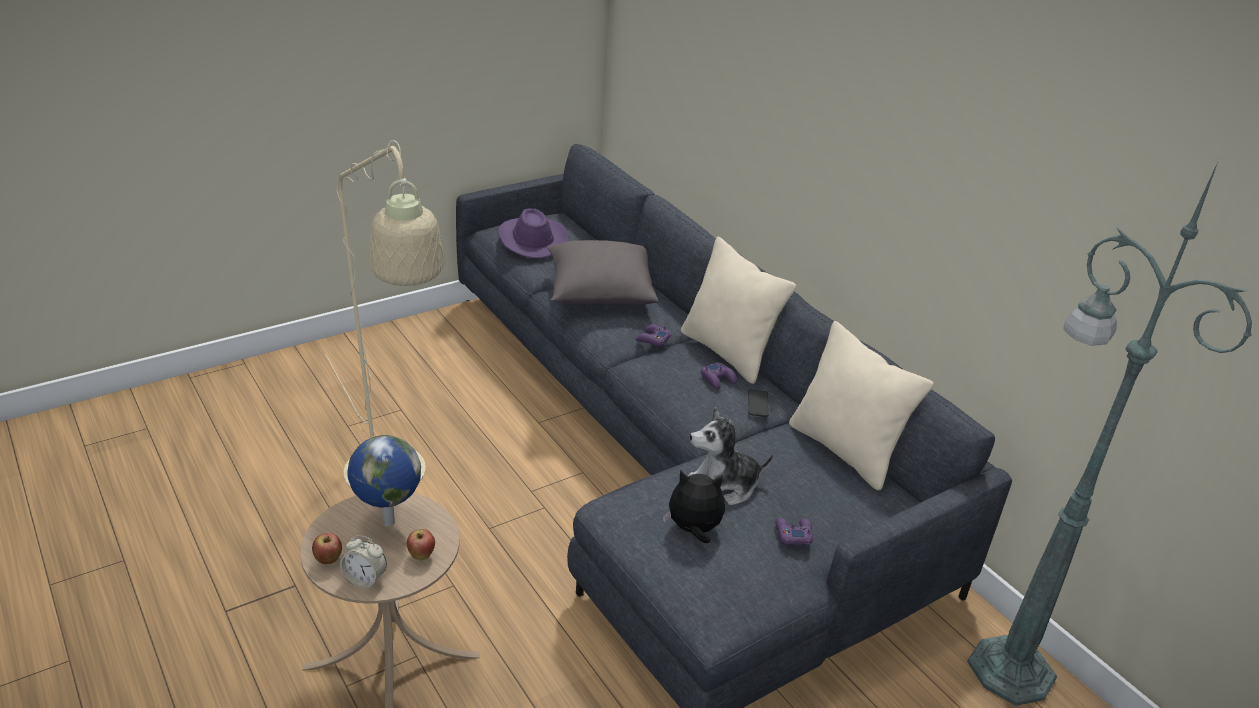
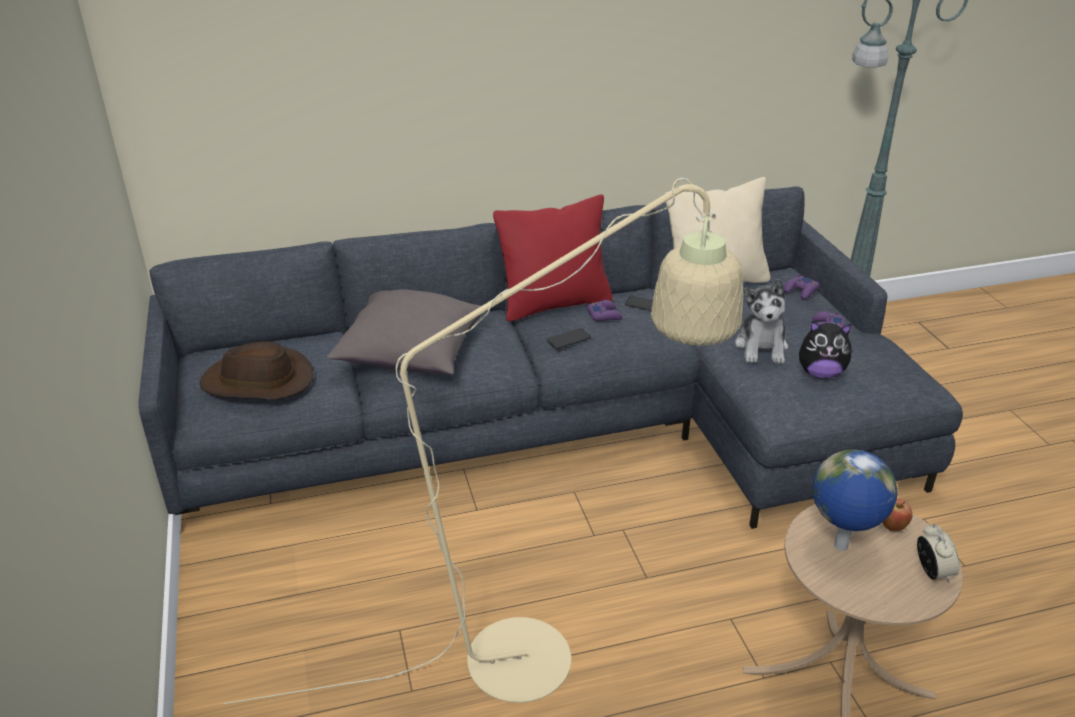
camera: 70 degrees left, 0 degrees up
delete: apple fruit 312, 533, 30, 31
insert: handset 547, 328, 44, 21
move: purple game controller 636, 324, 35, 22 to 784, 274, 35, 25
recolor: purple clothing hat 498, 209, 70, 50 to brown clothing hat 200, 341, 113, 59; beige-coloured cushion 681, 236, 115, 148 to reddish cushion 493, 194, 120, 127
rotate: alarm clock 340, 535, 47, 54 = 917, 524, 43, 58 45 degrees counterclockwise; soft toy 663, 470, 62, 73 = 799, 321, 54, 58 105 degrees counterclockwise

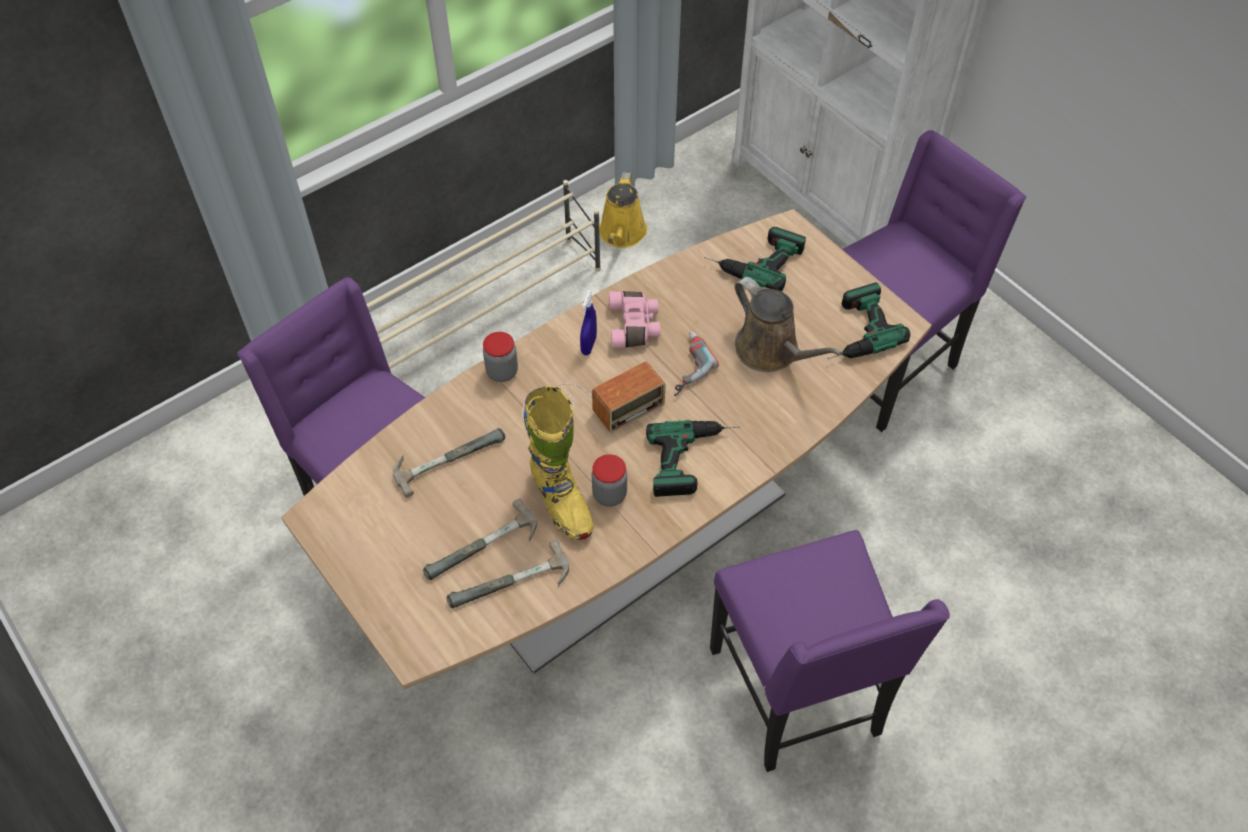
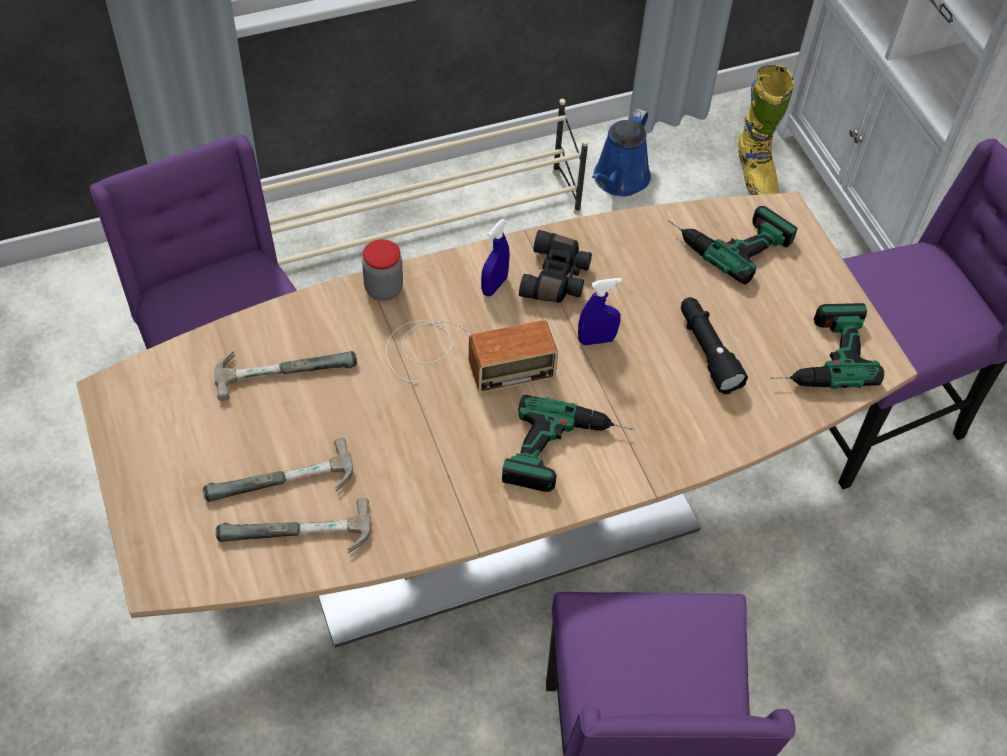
camera: 15 degrees right, 0 degrees up
delete: preserve jar 592, 454, 35, 53
move: yellow-coloured boot 524, 386, 70, 154 to 738, 65, 56, 130
replace: electric drill 674, 331, 45, 65 to blue-coloured hand sprayer 578, 278, 44, 67; brown watering pot 734, 277, 108, 95 to black-coloured flashlight 681, 297, 67, 97
recolor: yellow-coloured watering pot 599, 172, 48, 76 to blue-coloured watering pot 592, 109, 59, 87; pink-coloured field glasses 609, 291, 51, 57 to black-coloured field glasses 519, 230, 73, 72

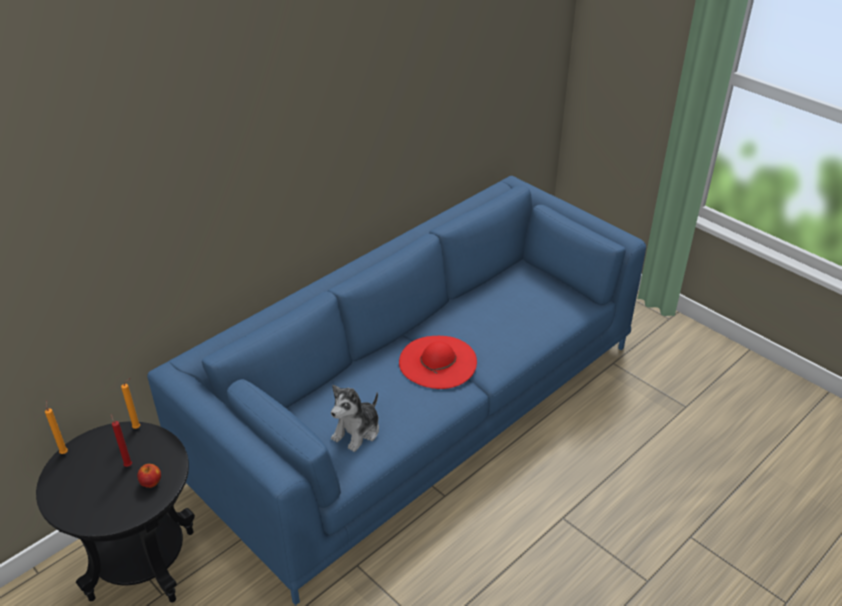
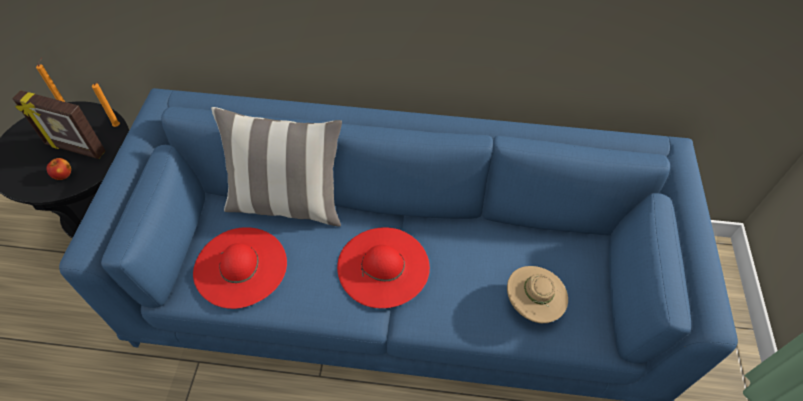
camera: 50 degrees right, 15 degrees up
insert: cushion 211, 107, 131, 119; beige-coloured clothing hat 507, 266, 61, 57
replace: reddish wax light 111, 415, 21, 52 to picture frame 12, 90, 93, 69; soft toy 331, 385, 48, 67 to reddish clothing hat 193, 227, 94, 82

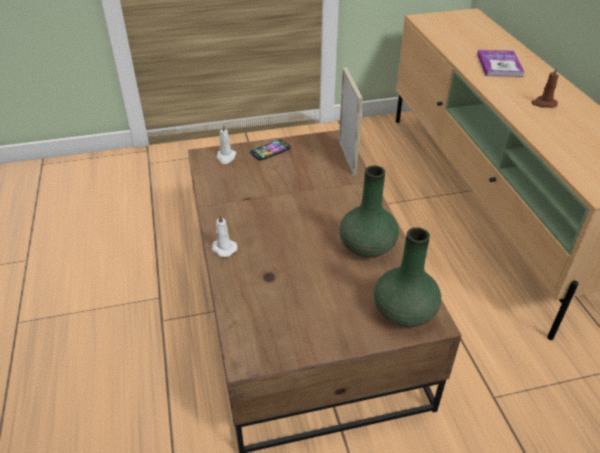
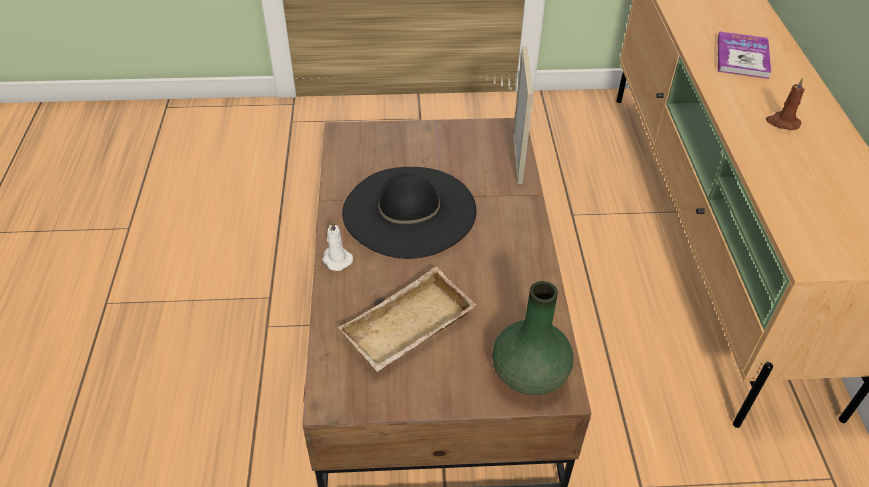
camera: 10 degrees right, 5 degrees up
delete: whitish wax light 217, 124, 20, 40; handset 250, 139, 41, 22; green-coloured decorative vase 339, 166, 60, 92
insert: beige-coloured tray 338, 267, 138, 105; black-coloured clothing hat 342, 167, 135, 92

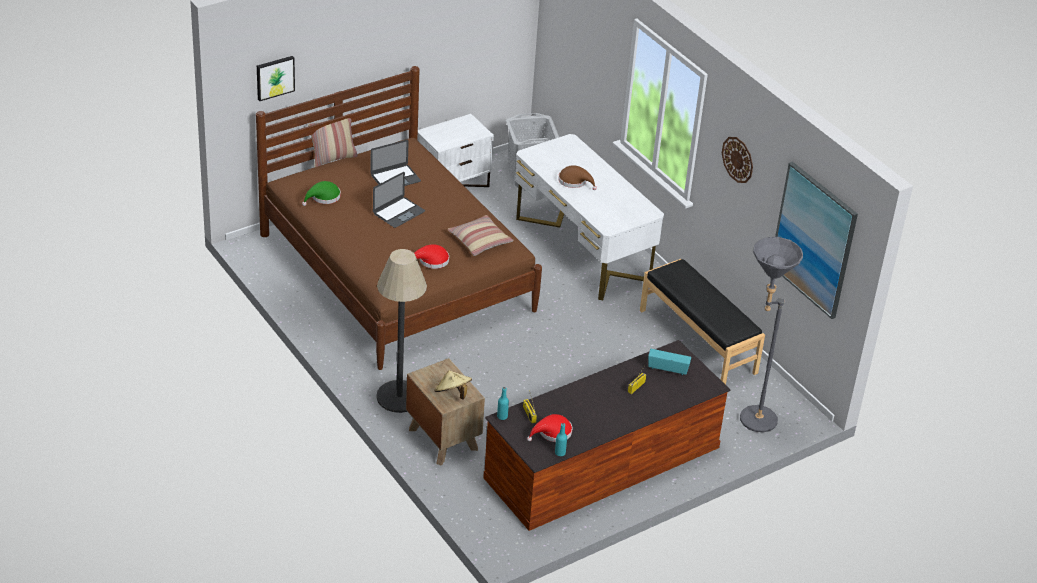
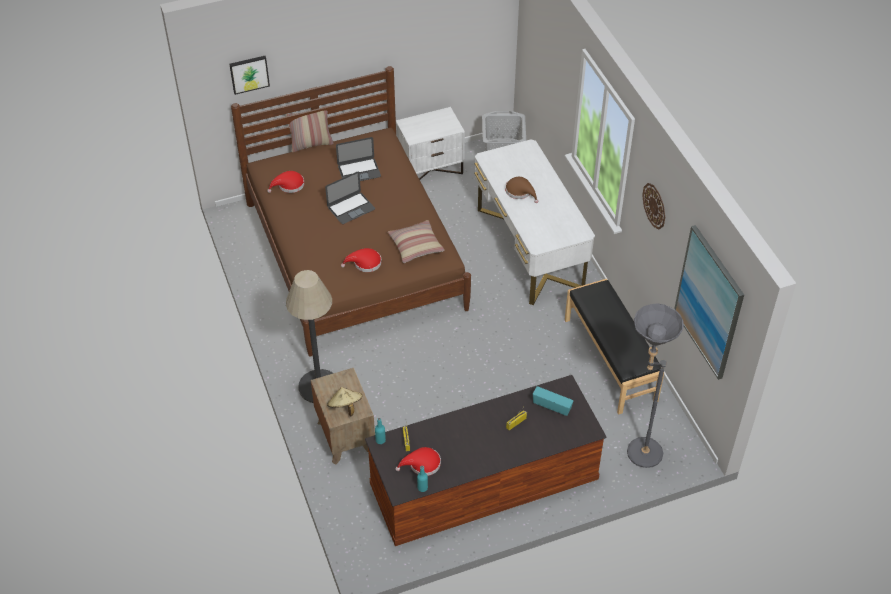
camera: 15 degrees right, 10 degrees up
recolor: green-coloured clothing hat 302, 181, 39, 25 to reddish clothing hat 267, 171, 37, 22

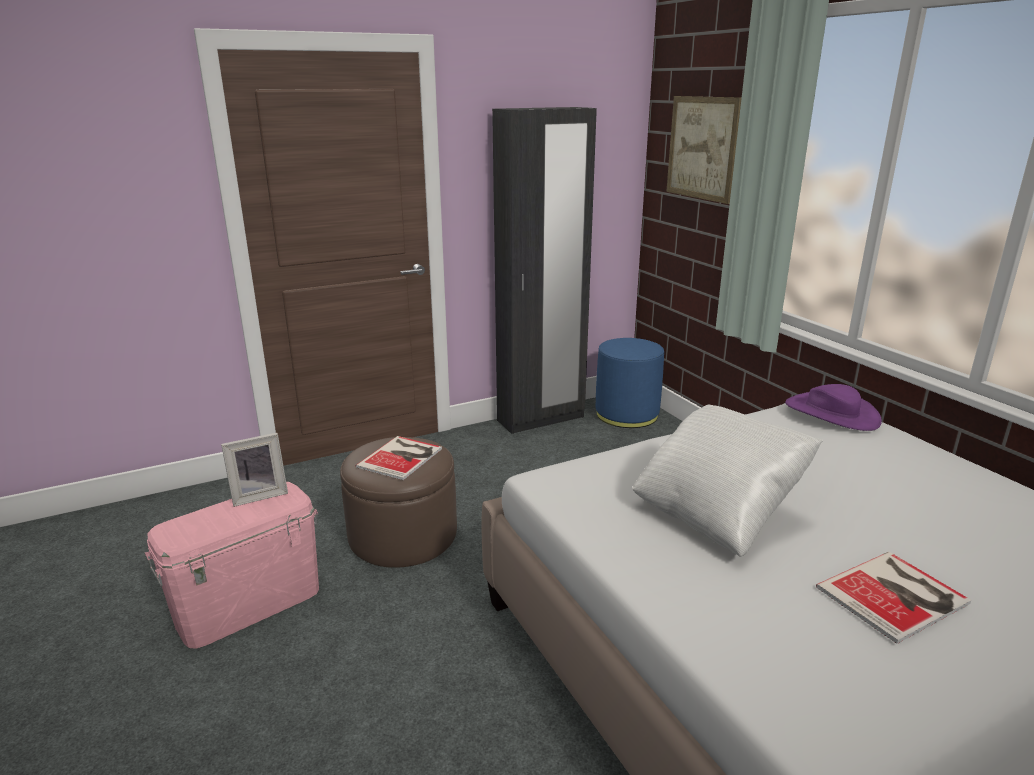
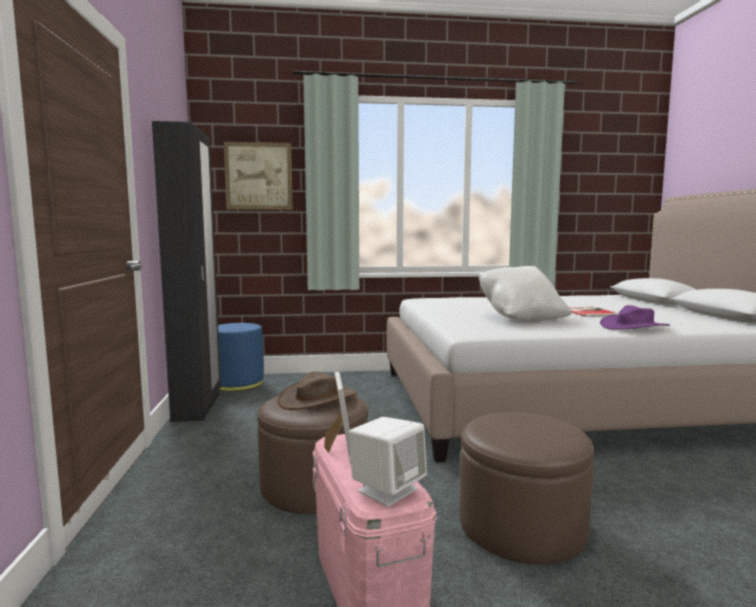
camera: 70 degrees left, 15 degrees down
insert: whitish speaker 349, 417, 78, 90; brown pouffe 459, 412, 135, 153
move: purple clothing hat 785, 384, 97, 47 to 600, 305, 70, 25
replace: book 356, 436, 86, 44 to brown clothing hat 277, 371, 80, 39

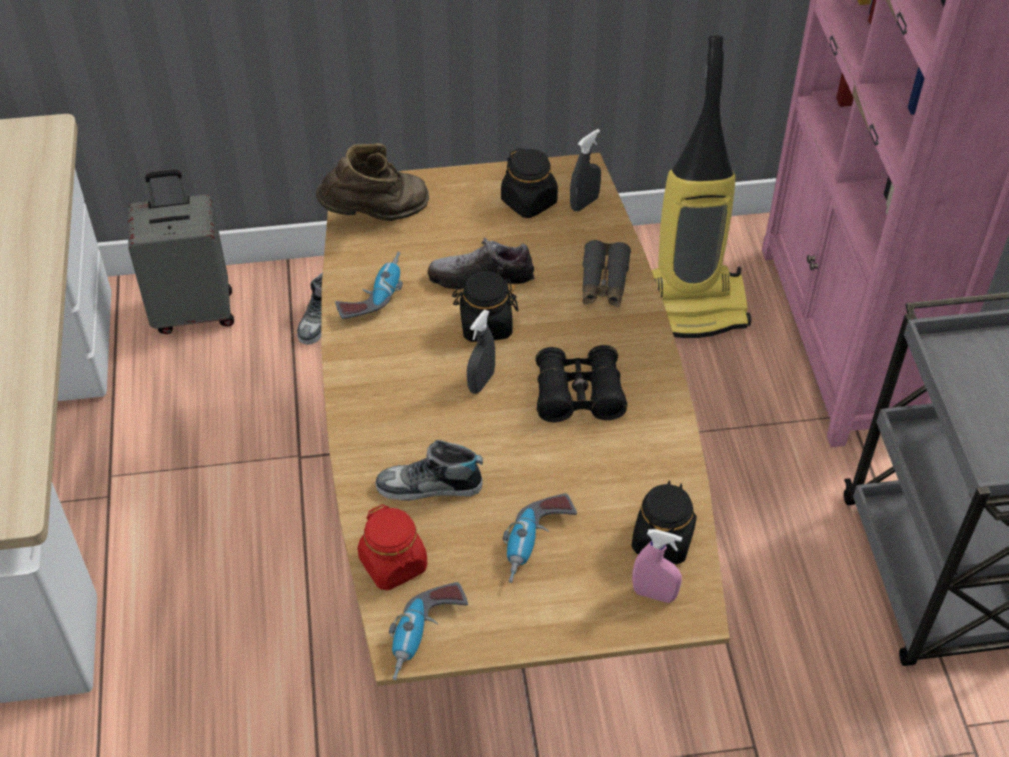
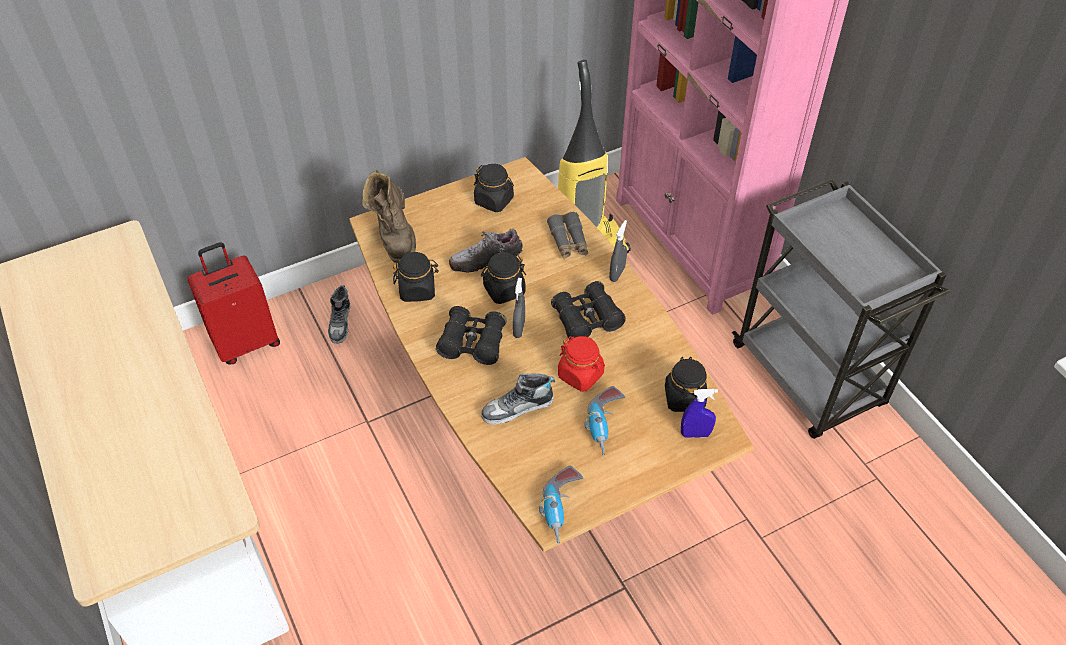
camera: 20 degrees left, 0 degrees up
insert: black-coloured field glasses 436, 306, 71, 59
move: reddish preserve jar 358, 504, 69, 86 to 558, 336, 47, 56; grey hand sprayer 570, 129, 31, 82 to 609, 220, 18, 62
replace: electric drill 335, 252, 68, 67 to black-coloured preserve jar 393, 252, 46, 50
recolor: grey travel case 128, 170, 106, 164 to reddish travel case 187, 242, 93, 122; pink-coloured hand sprayer 632, 529, 50, 74 to blue-coloured hand sprayer 681, 389, 37, 49
rotate: brown boot 316, 143, 113, 78 = 362, 170, 54, 93 120 degrees clockwise

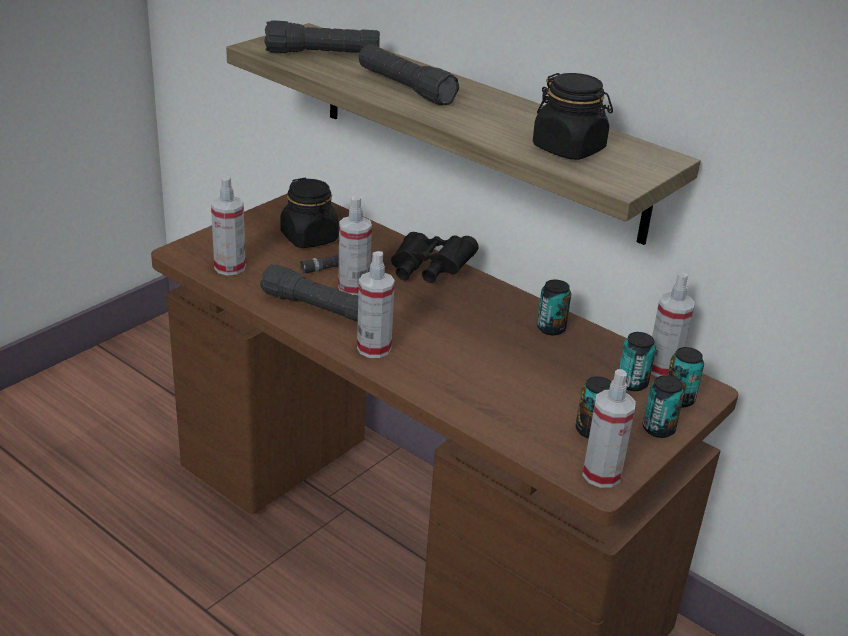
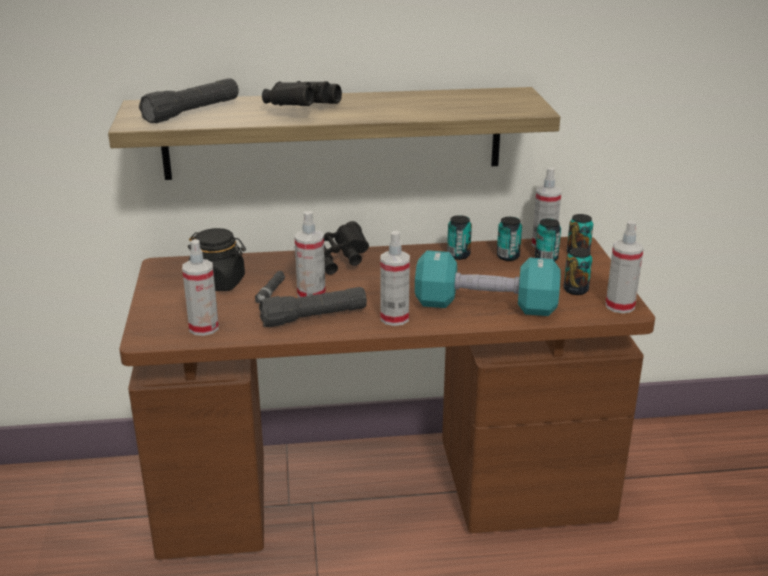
camera: 45 degrees left, 5 degrees down
delete: black-coloured preserve jar 533, 73, 80, 87
insert: blue-green dumbbell 415, 250, 146, 66
move: can 643, 375, 41, 63 to 497, 217, 25, 44
replace: black-coloured flashlight 359, 44, 100, 62 to black-coloured field glasses 262, 81, 80, 25

